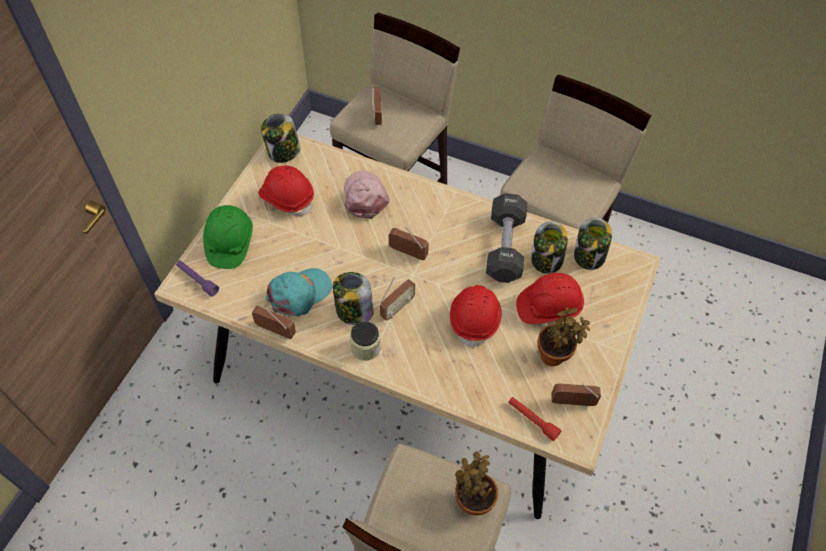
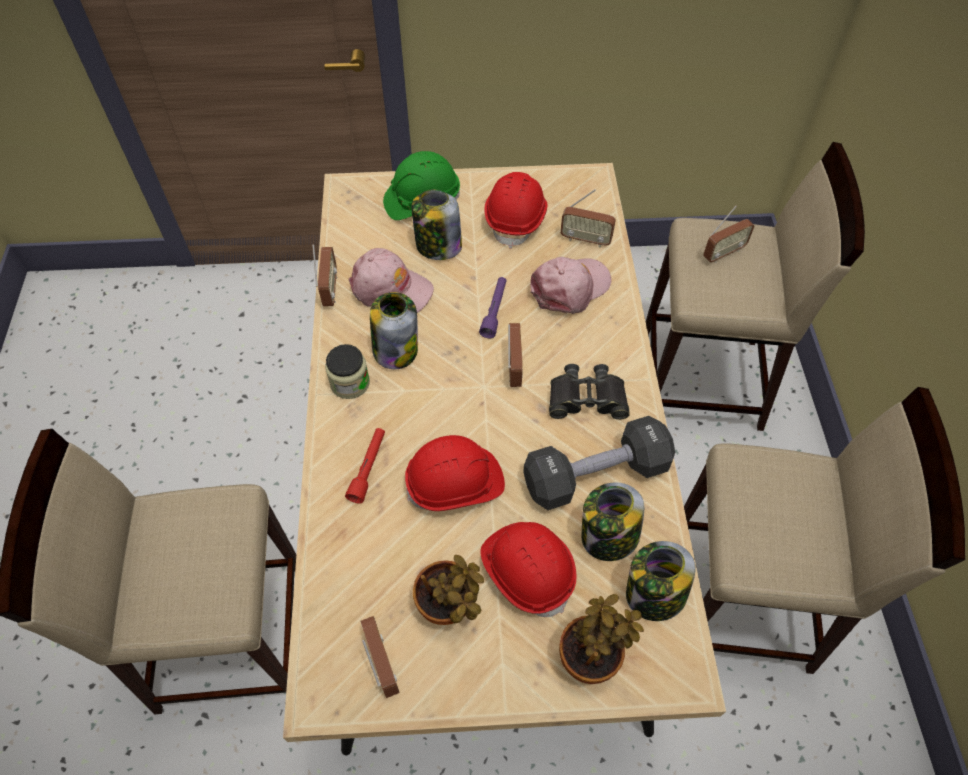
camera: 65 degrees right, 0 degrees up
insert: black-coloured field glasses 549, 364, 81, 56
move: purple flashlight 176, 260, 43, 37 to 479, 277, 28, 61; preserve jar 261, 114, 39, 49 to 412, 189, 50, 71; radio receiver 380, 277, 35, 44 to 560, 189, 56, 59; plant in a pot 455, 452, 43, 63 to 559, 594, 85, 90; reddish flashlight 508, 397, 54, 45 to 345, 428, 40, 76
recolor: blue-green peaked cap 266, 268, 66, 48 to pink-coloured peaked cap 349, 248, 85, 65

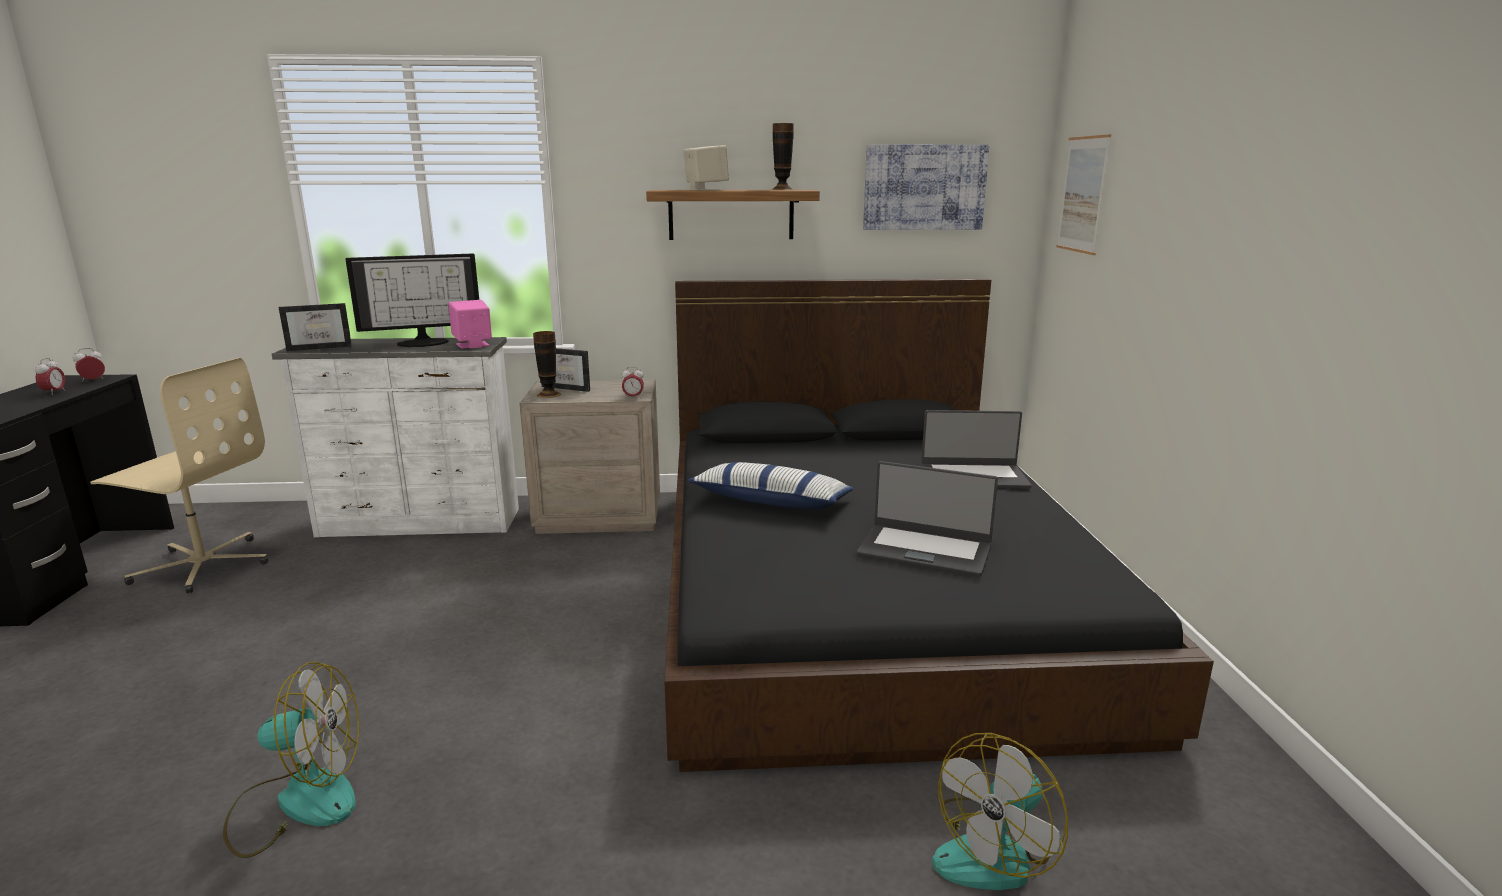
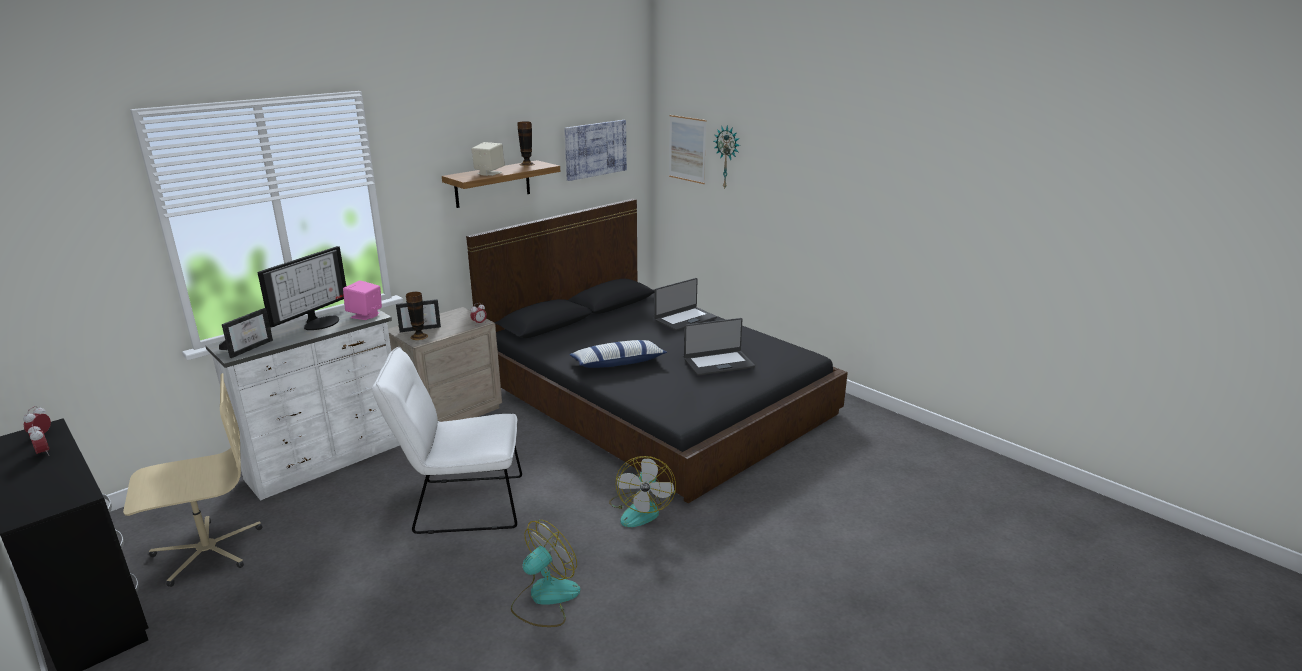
camera: 40 degrees left, 5 degrees up
insert: whitish chair 372, 347, 150, 187; clock on the wall 714, 125, 26, 65
move: fan 932, 733, 136, 157 to 609, 456, 67, 71

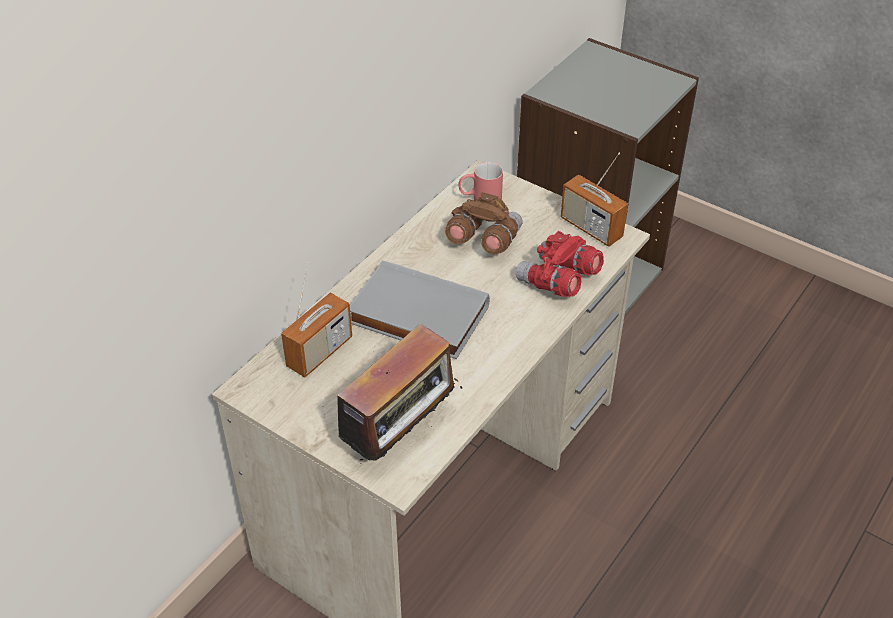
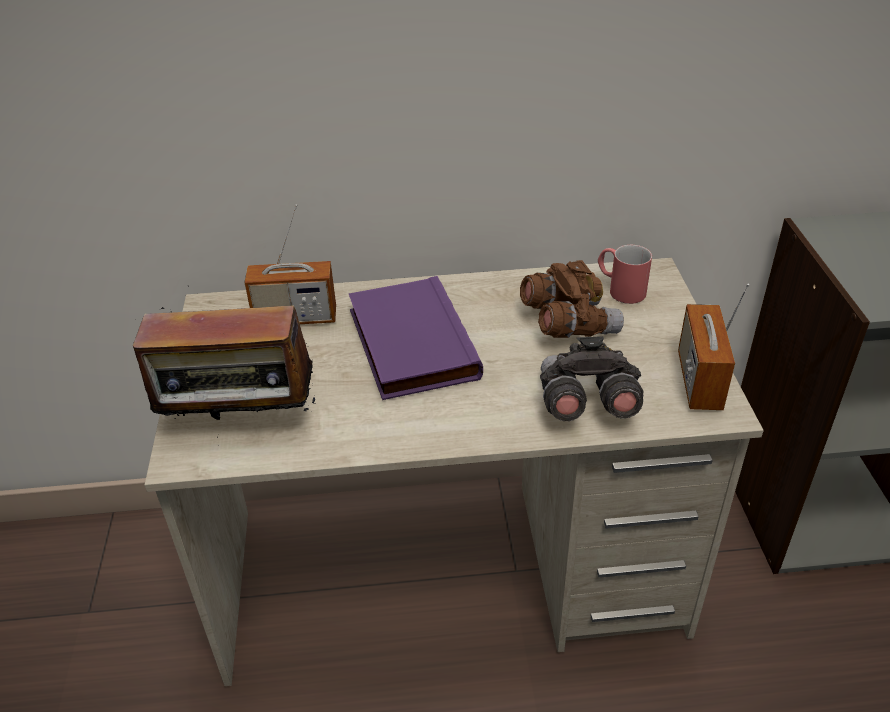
camera: 50 degrees right, 5 degrees down
recolor: grey book 350, 260, 140, 99 to purple book 349, 276, 134, 124; reddish field glasses 516, 231, 88, 66 to grey field glasses 540, 336, 103, 85

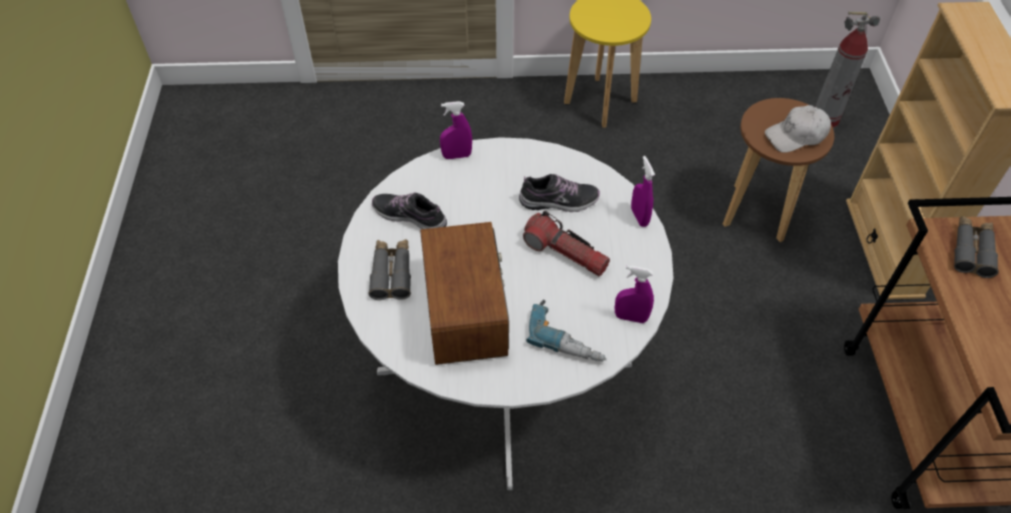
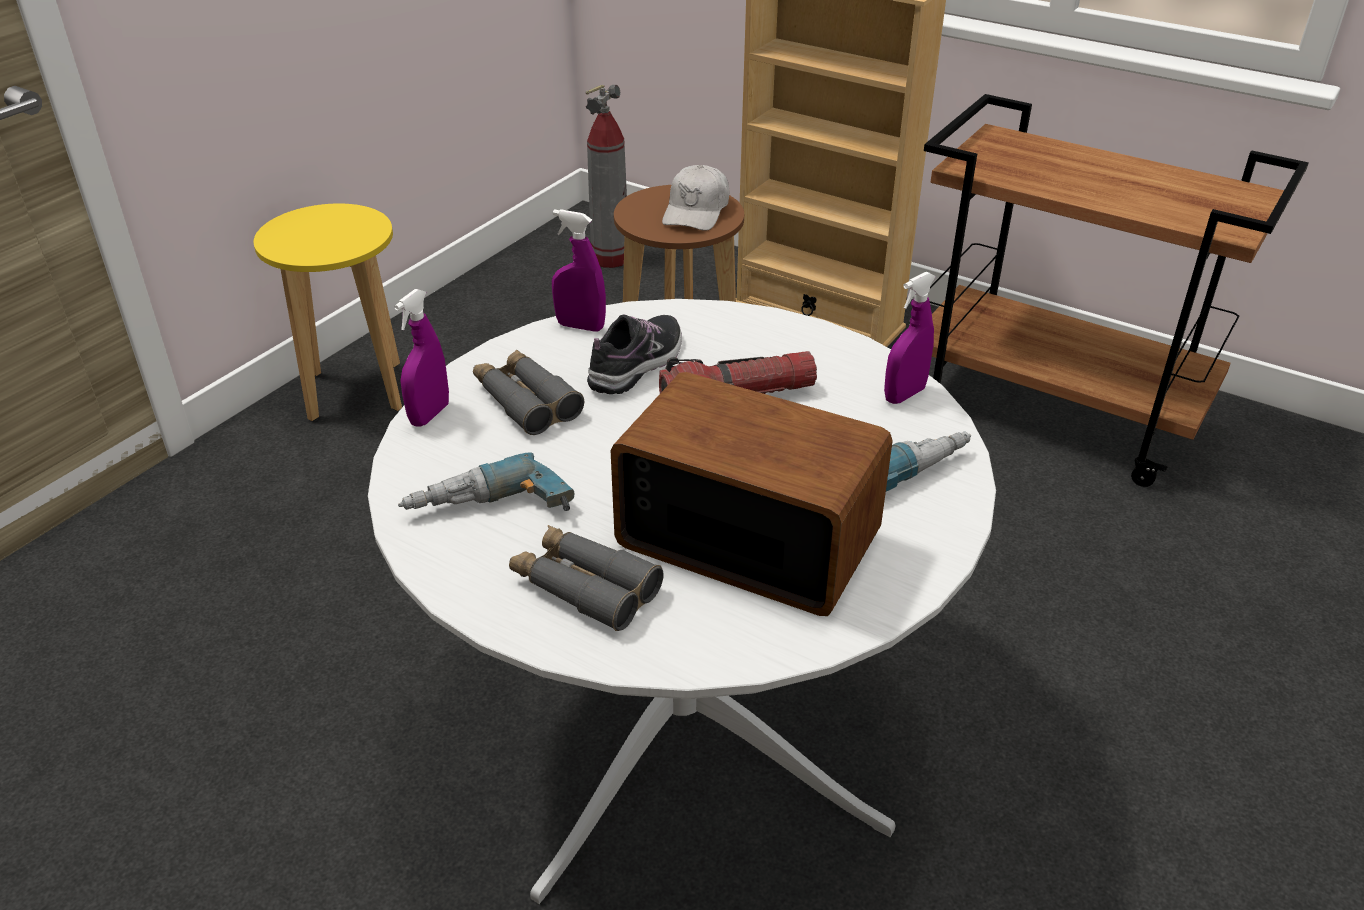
camera: 55 degrees left, 15 degrees down
move: purple hand sprayer 631, 156, 24, 71 to 552, 209, 54, 123; grey field glasses 954, 216, 45, 62 to 473, 350, 111, 85
replace: item of footwear 372, 193, 75, 36 to electric drill 398, 452, 177, 59

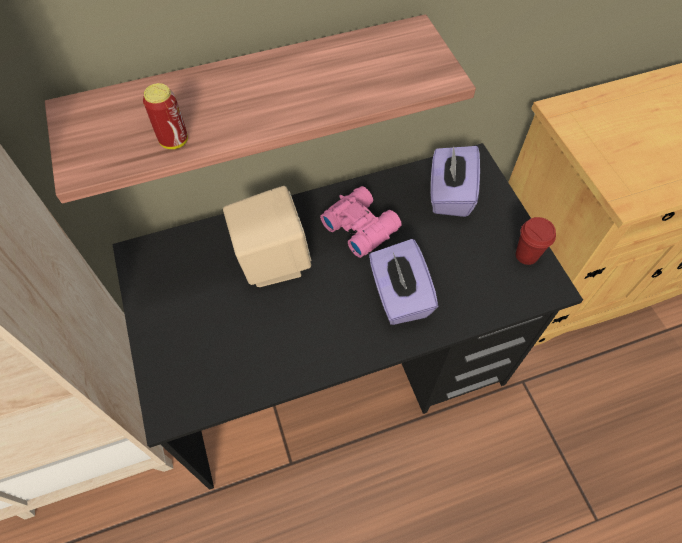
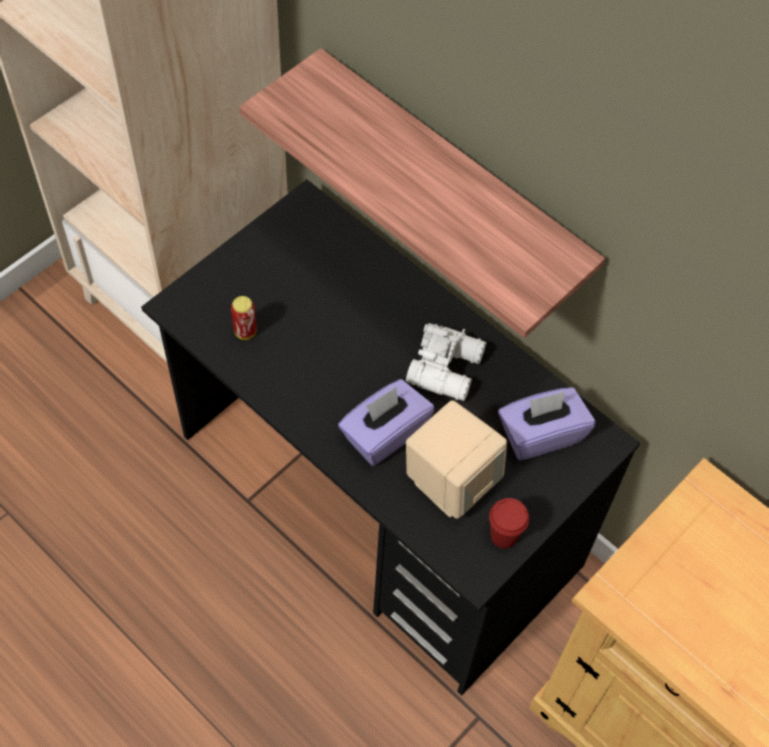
camera: 60 degrees right, 0 degrees up
move: can 143, 83, 45, 66 to 231, 296, 25, 44; beige-coloured speaker 223, 186, 88, 101 to 406, 400, 101, 119
recolor: pink-coloured field glasses 320, 186, 82, 72 to whitish field glasses 406, 323, 80, 78

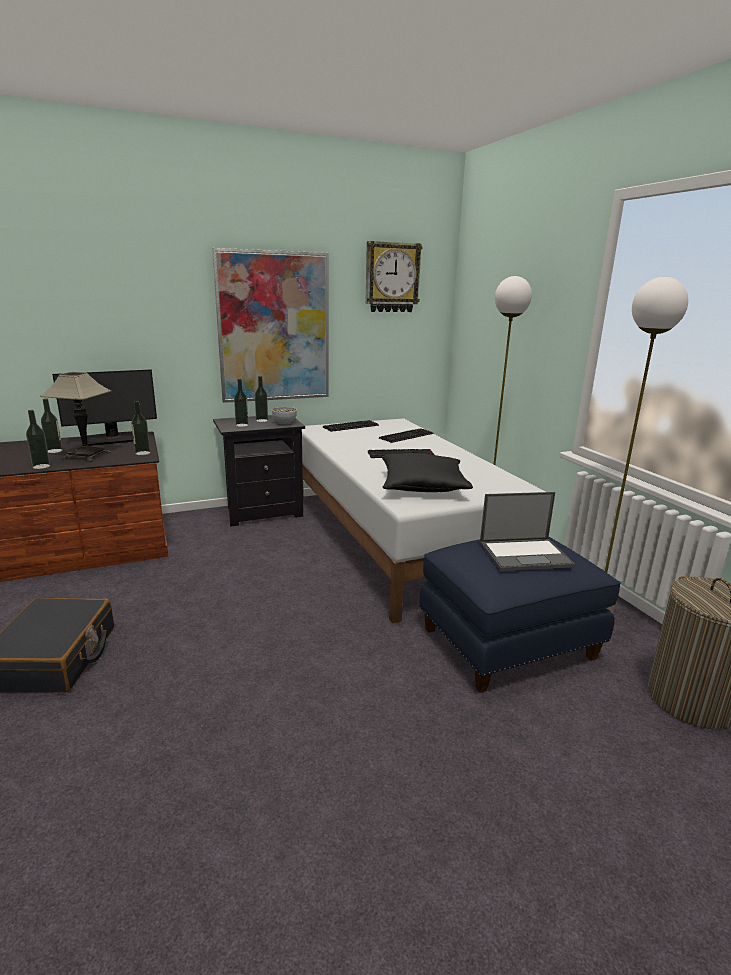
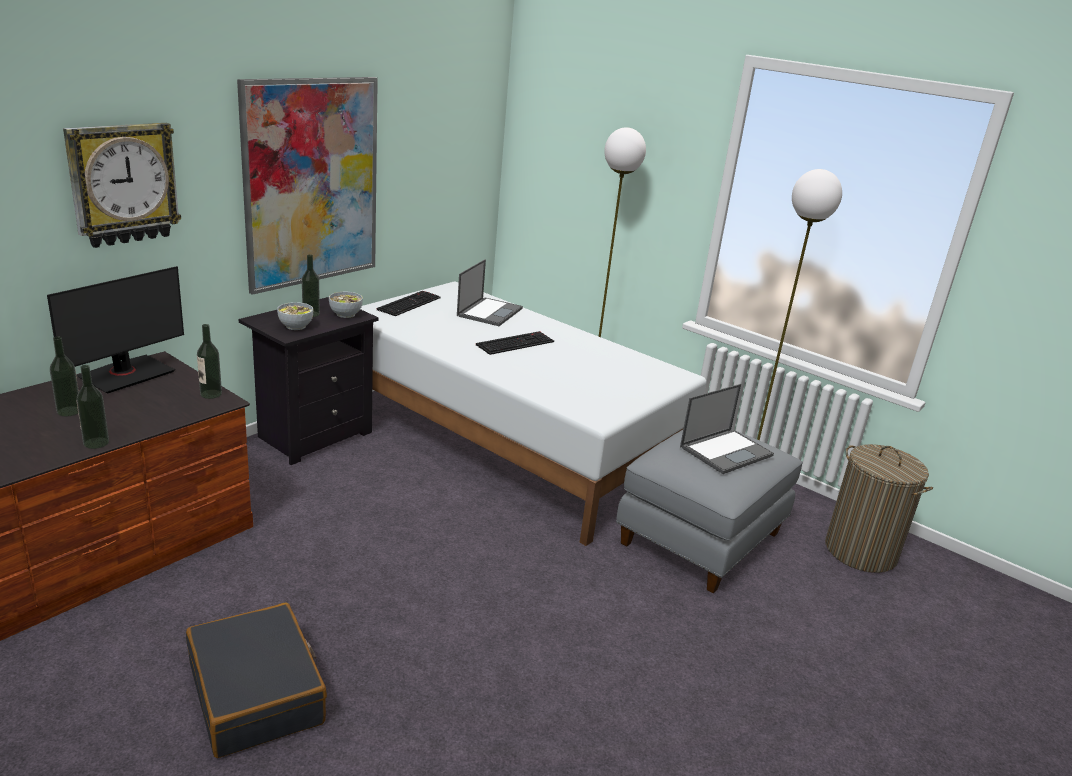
camera: 30 degrees left, 5 degrees up
delete: table lamp 40, 372, 71, 90; black-coloured cushion 382, 453, 91, 39
move: clock on the wall 365, 241, 58, 71 to 63, 123, 118, 125
replace: drink bottle 234, 379, 14, 48 to deep dish 277, 302, 36, 28; computer keyboard 379, 428, 54, 15 to portable computer 457, 259, 66, 67
recolor: blue-coloured pouffe 419, 537, 202, 156 to grey pouffe 616, 429, 187, 164

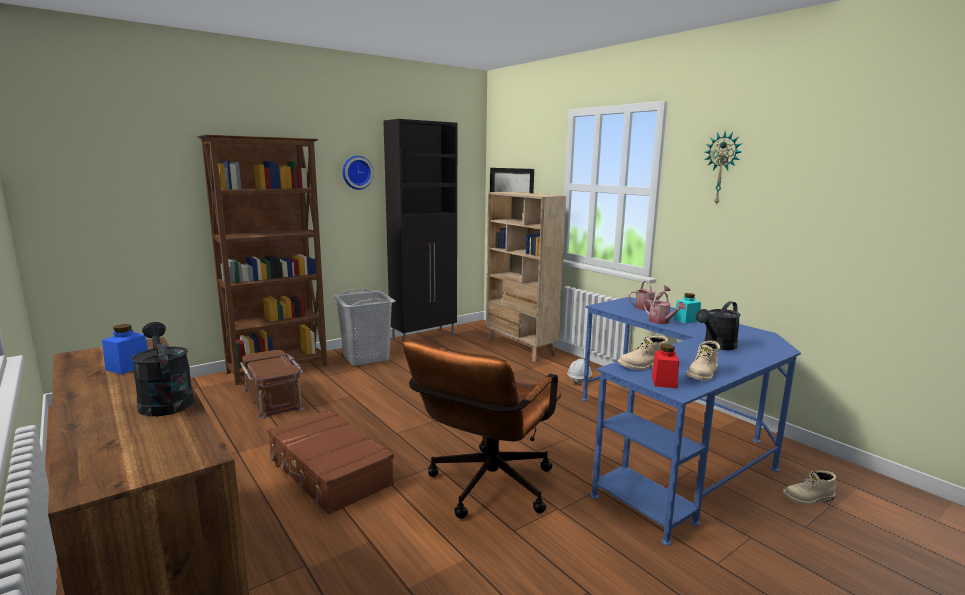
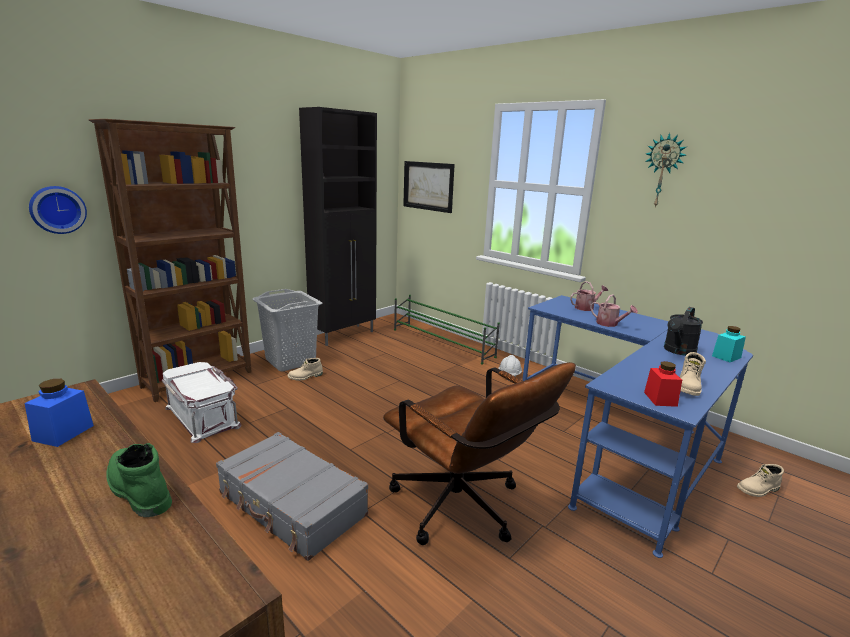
camera: 10 degrees left, 5 degrees up
move: clock on the wall 342, 156, 32, 34 to 29, 186, 58, 48; beige-coloured boot 618, 336, 50, 34 to 288, 358, 35, 23; blue-green preserve jar 674, 293, 27, 30 to 712, 326, 34, 36
replace: black-coloured watering pot 131, 322, 63, 95 to green-coloured boot 106, 443, 66, 74; beige-coloured bookcase 486, 192, 80, 170 to green-coloured shoe shelf 394, 295, 106, 69
recolor: brown storage container 240, 350, 65, 69 to whitish storage container 162, 362, 80, 81; brown travel case 268, 409, 126, 106 to grey travel case 216, 432, 152, 129
rotate: brown office chair 402, 340, 159, 179 = 383, 362, 193, 183 60 degrees counterclockwise

